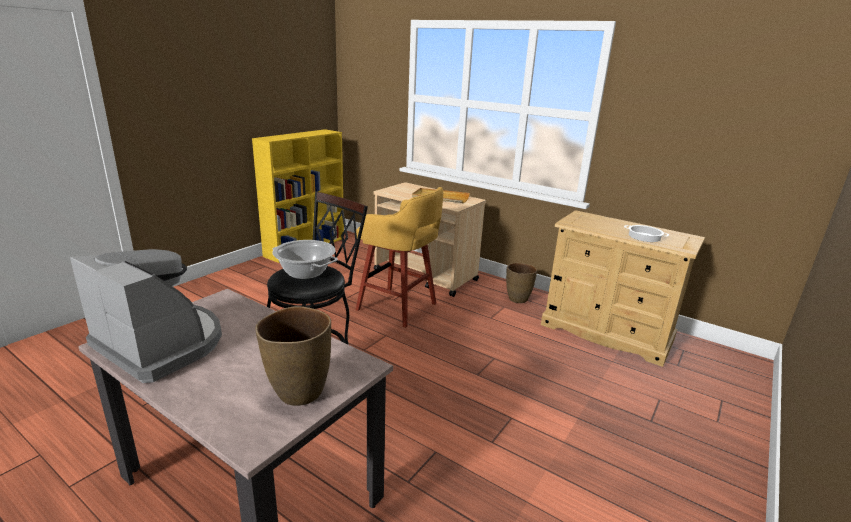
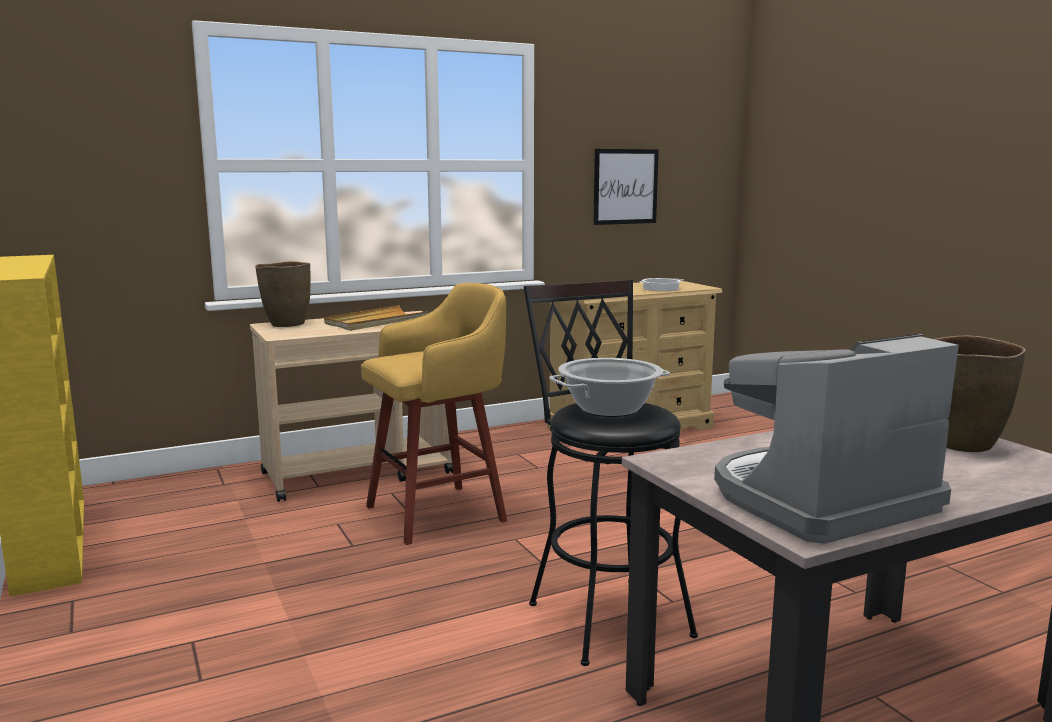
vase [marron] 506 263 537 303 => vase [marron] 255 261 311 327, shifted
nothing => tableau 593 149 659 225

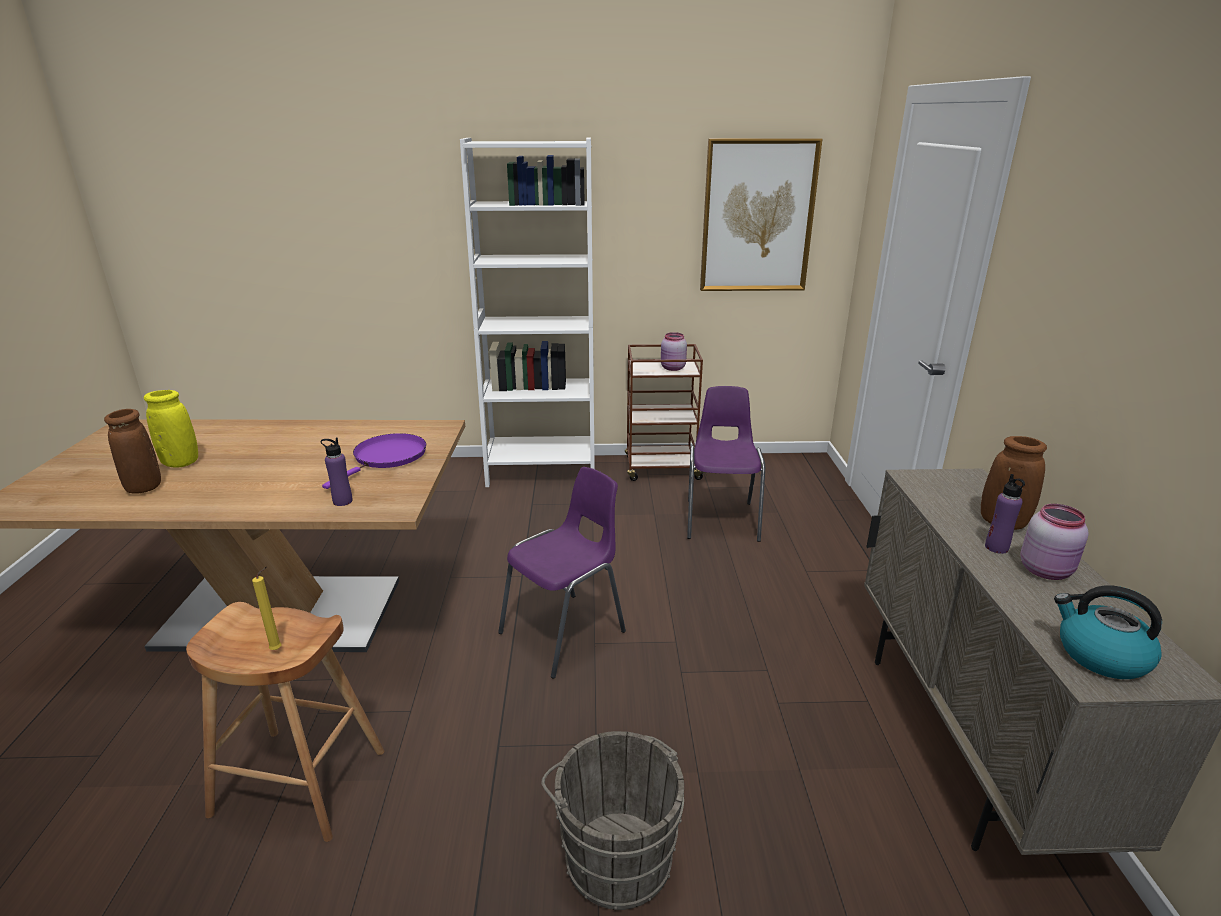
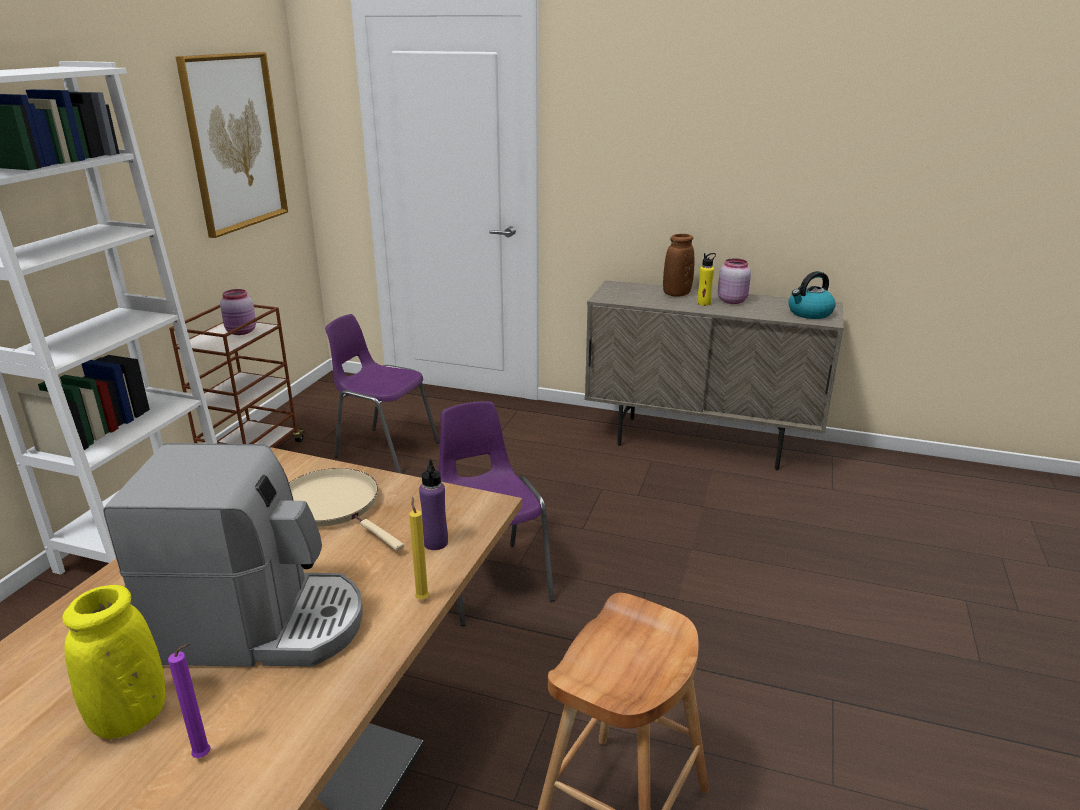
vase [marron] 104 409 161 494 => bougie [violet] 168 643 211 758
bougie [jaune] 252 567 282 650 => bougie [jaune] 409 496 429 600, shifted
poêle [violet] 322 433 426 489 => poêle [beige] 289 468 404 551
seau [gris] 541 731 684 910 => nothing
bouteille [violet] 985 474 1025 554 => bouteille [jaune] 697 253 716 306
nothing => machine à café 103 443 363 667

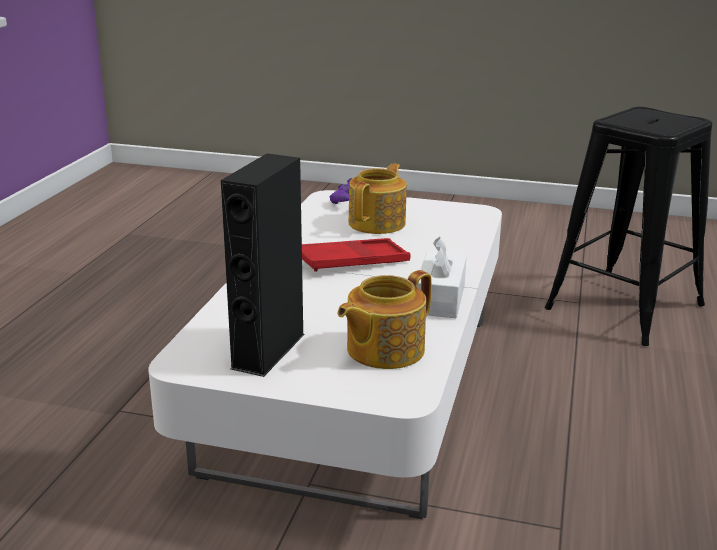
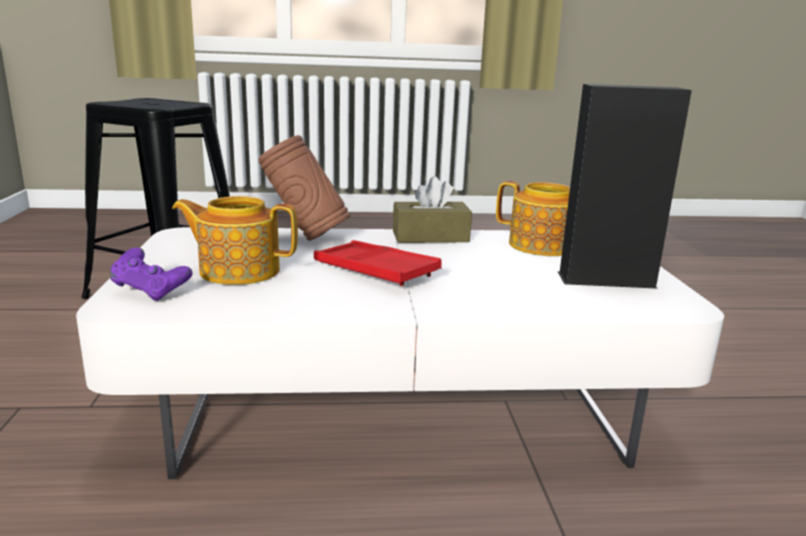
boîte à mouchoirs [blanc] 418 237 467 318 => boîte à mouchoirs [marron] 393 176 472 243
nothing => vase [marron] 258 135 351 241

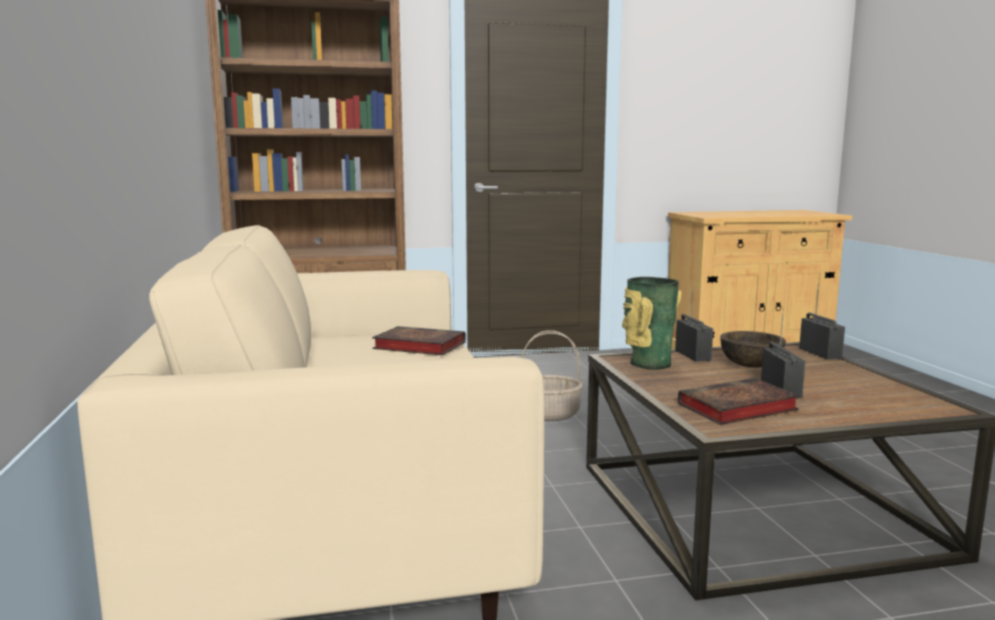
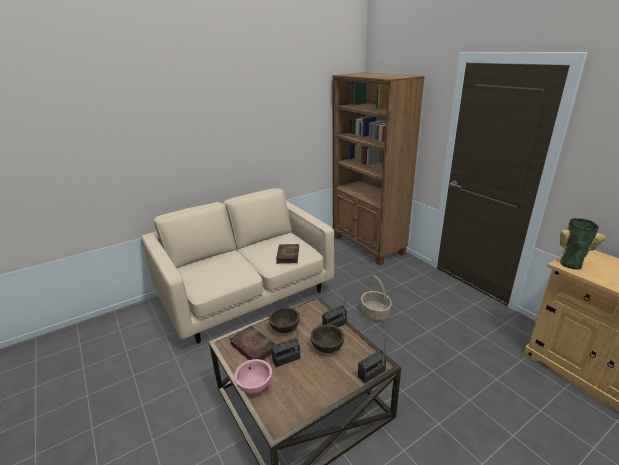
vase 622 277 682 370 => vase 560 218 606 269, shifted
nothing => bol [rose] 234 359 272 394
nothing => bol [marron] 268 307 300 333

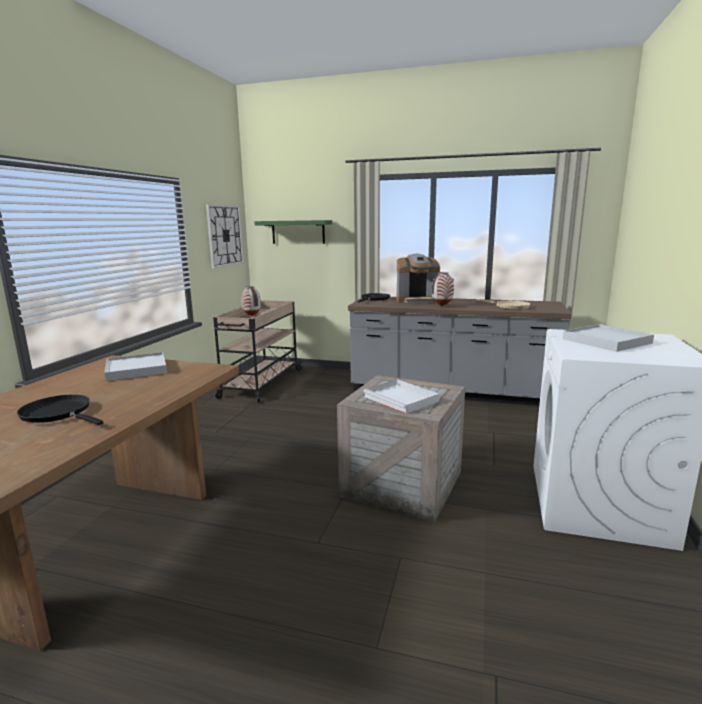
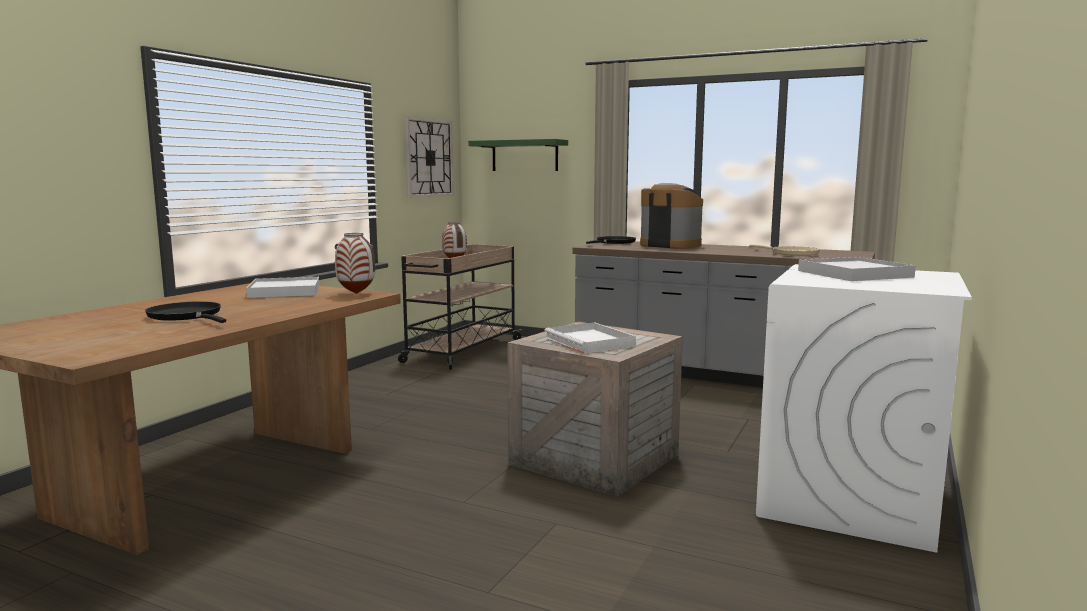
machine à café 396 254 440 303 => machine à café 640 183 703 249, 150 degrees counterclockwise
vase 432 272 454 306 => vase 335 233 375 294, shifted

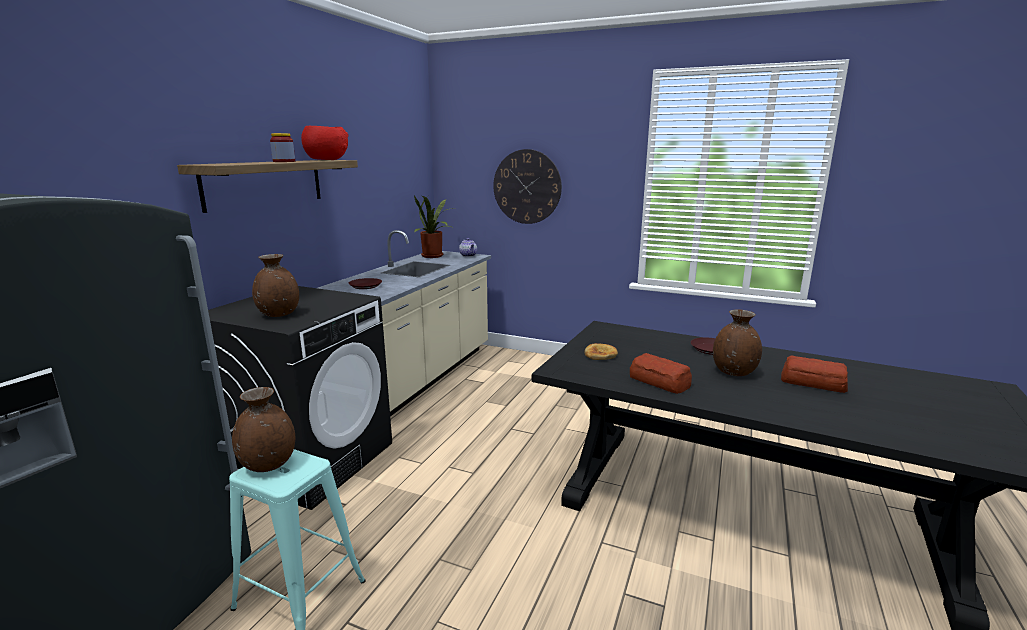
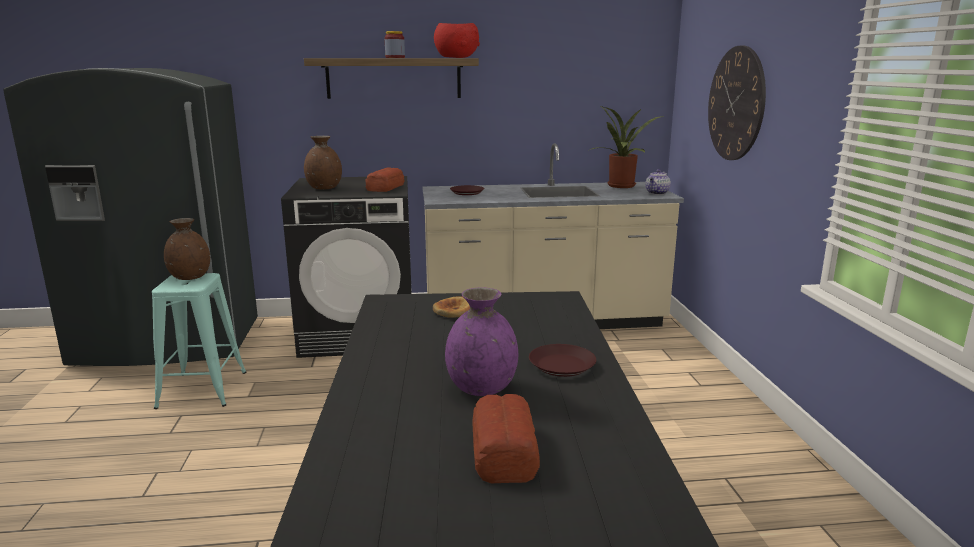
pain 630 353 692 394 => pain 366 168 405 192, shifted
vase [marron] 713 310 762 376 => vase [violet] 445 287 518 396

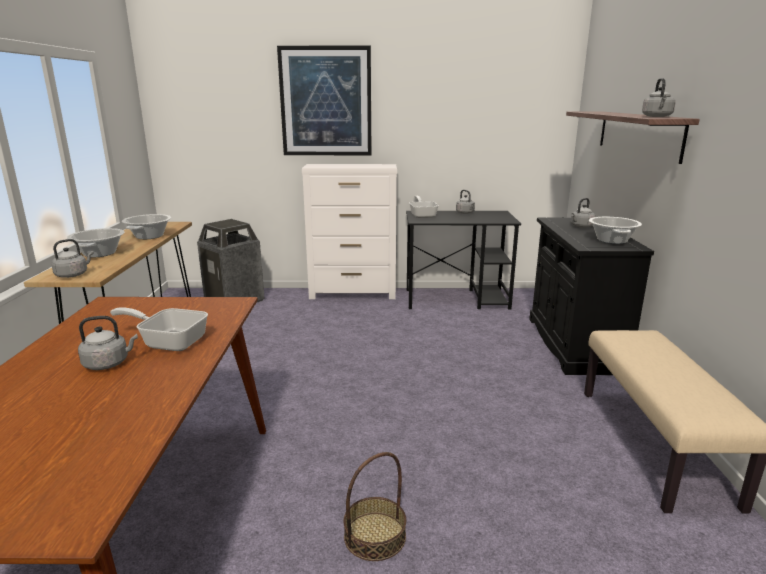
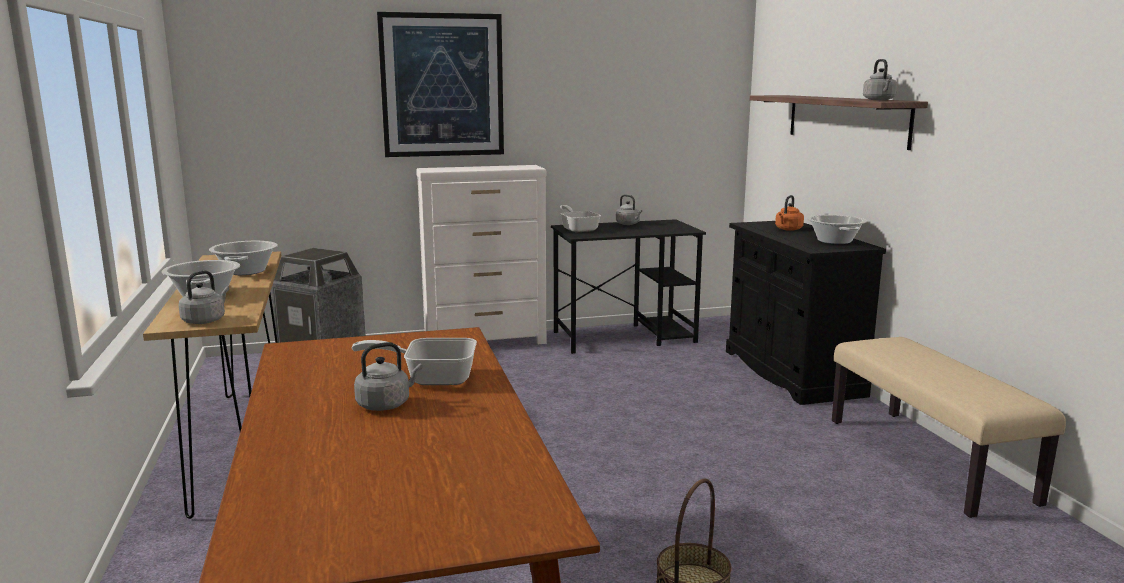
bouilloire [gris] 571 198 596 228 => bouilloire [orange] 775 195 804 231

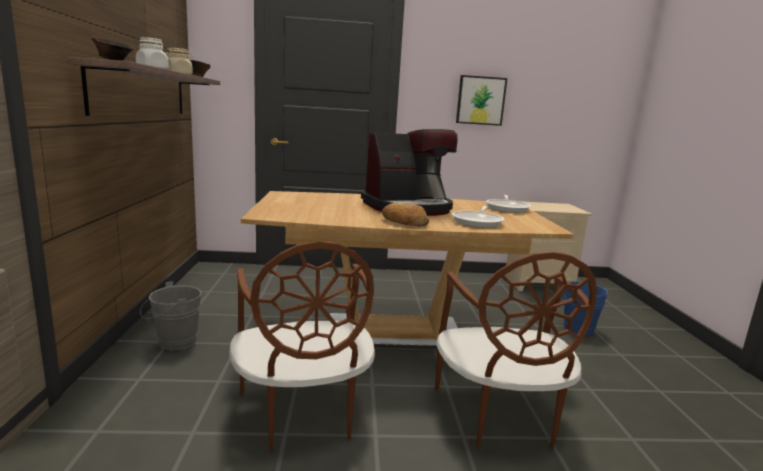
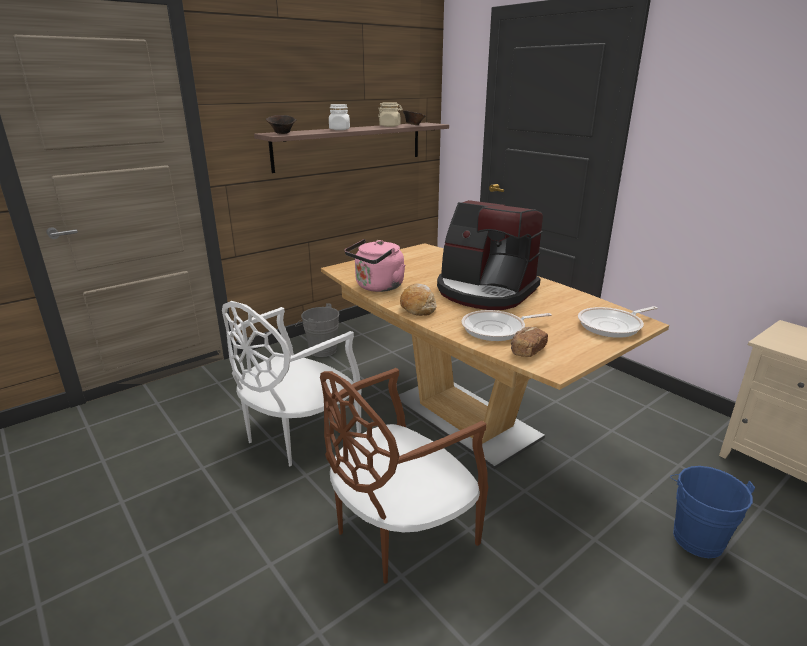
chaise [marron] 229 241 375 453 => chaise [blanc] 222 301 361 466
tableau 456 75 507 126 => nothing
nothing => bouilloire [rose] 345 239 405 292
nothing => pain 511 327 548 357

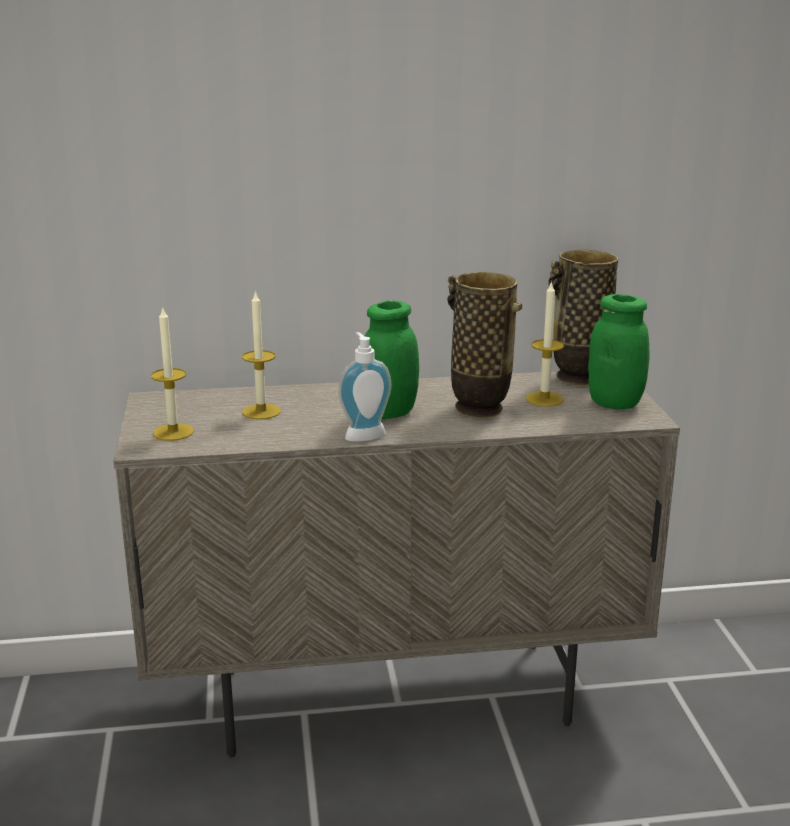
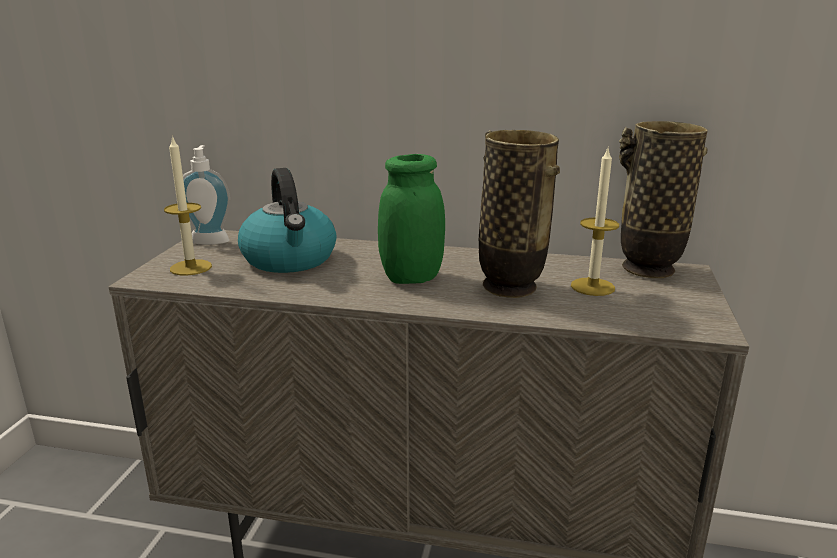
bougie 242 290 281 420 => bouilloire 238 168 336 273
distributeur de savon 338 332 391 442 => distributeur de savon 183 145 230 245, shifted
bocal [vert] 588 294 650 409 => nothing

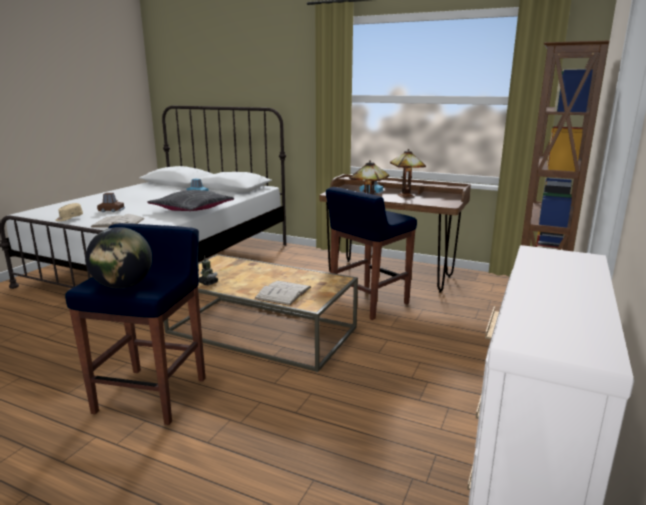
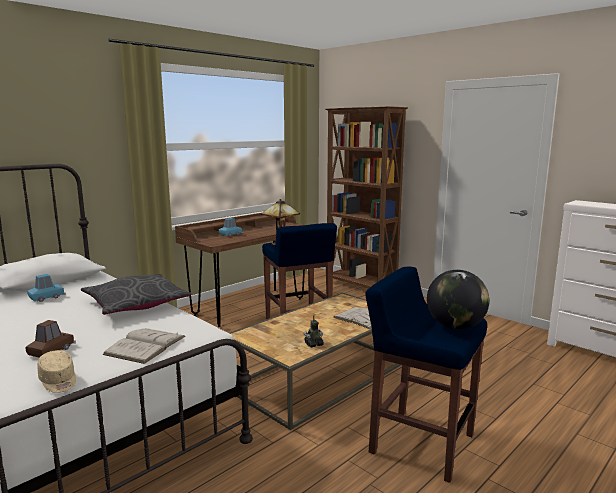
lampe de table 390 149 426 197 => nothing

